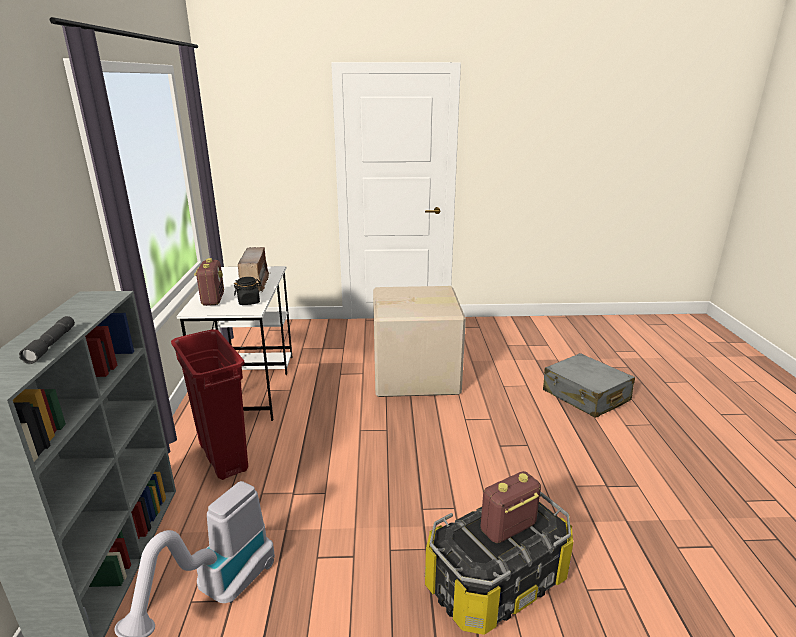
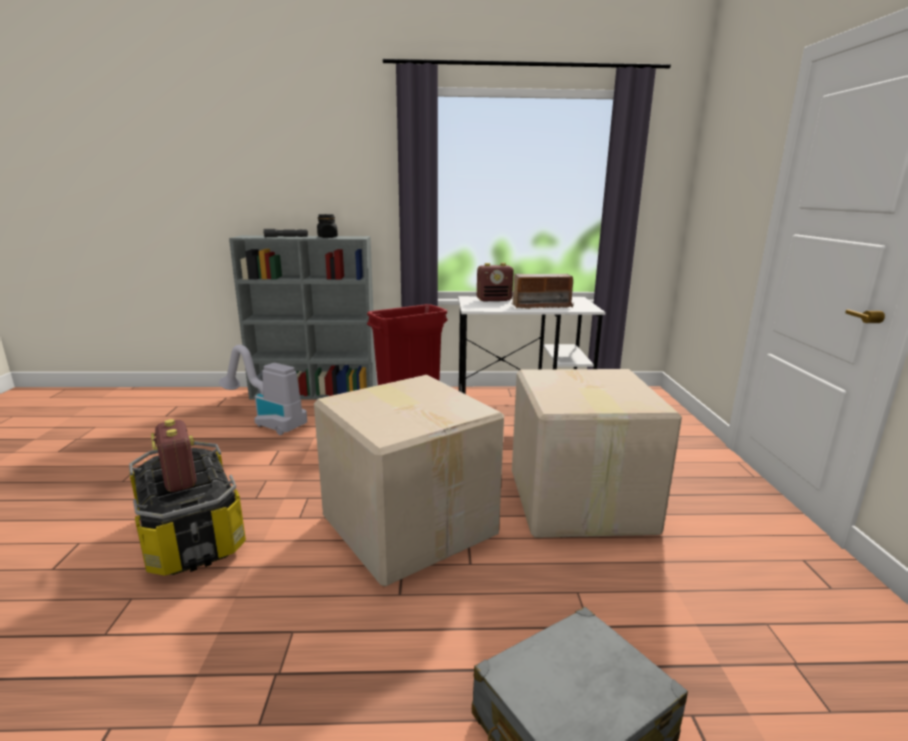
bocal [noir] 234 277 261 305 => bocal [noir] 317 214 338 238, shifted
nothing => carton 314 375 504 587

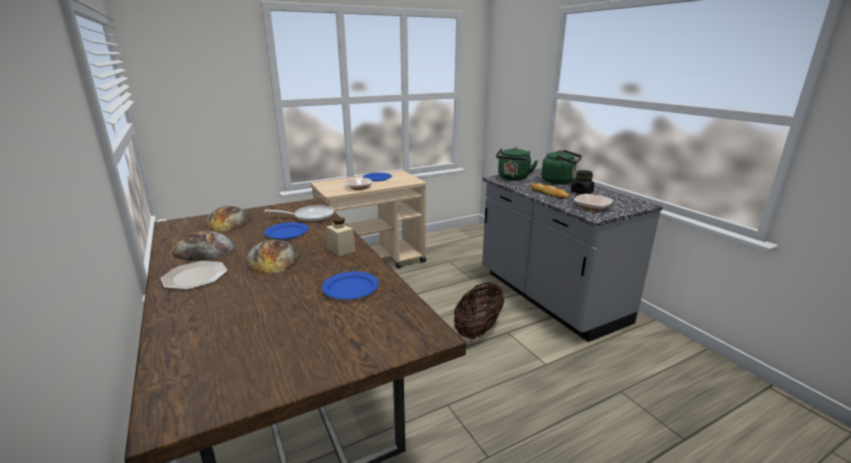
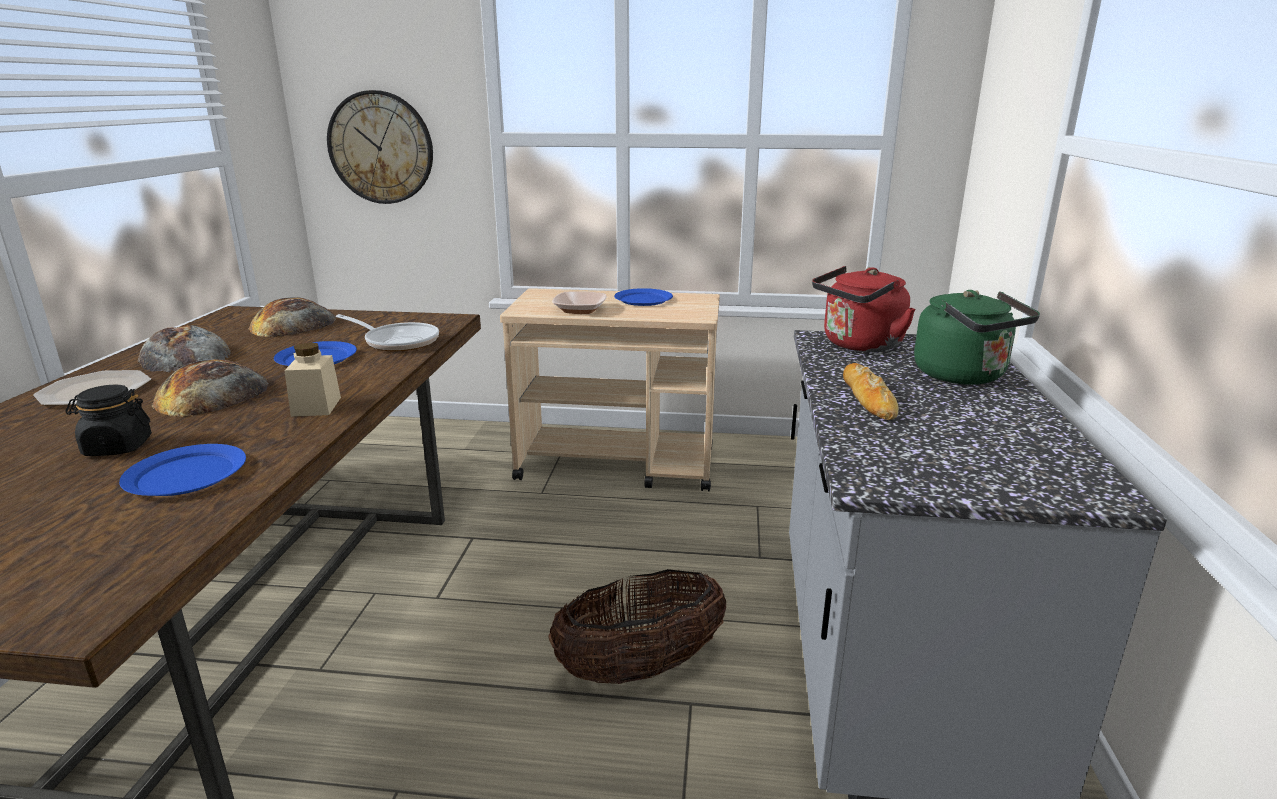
bouilloire [vert] 496 147 538 180 => bouilloire [rouge] 812 266 916 352
bocal [noir] 571 170 594 194 => bocal [noir] 65 385 152 456, shifted
bol 574 194 613 211 => nothing
nothing => horloge murale 327 90 433 204

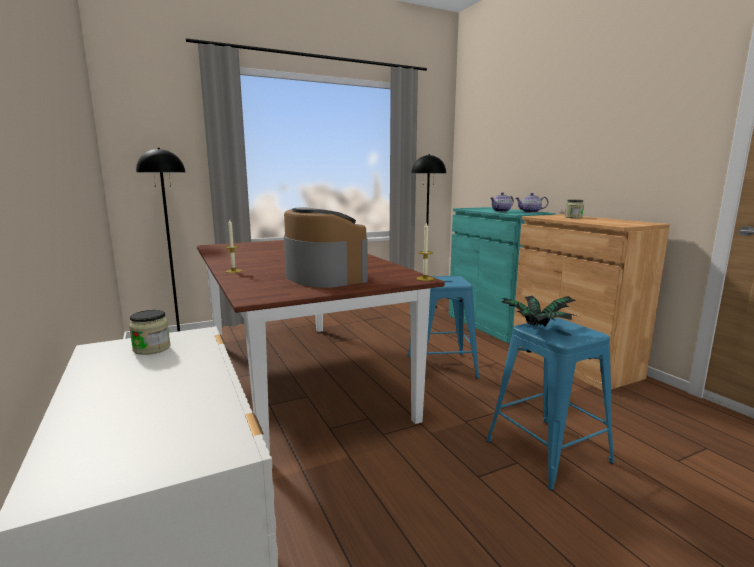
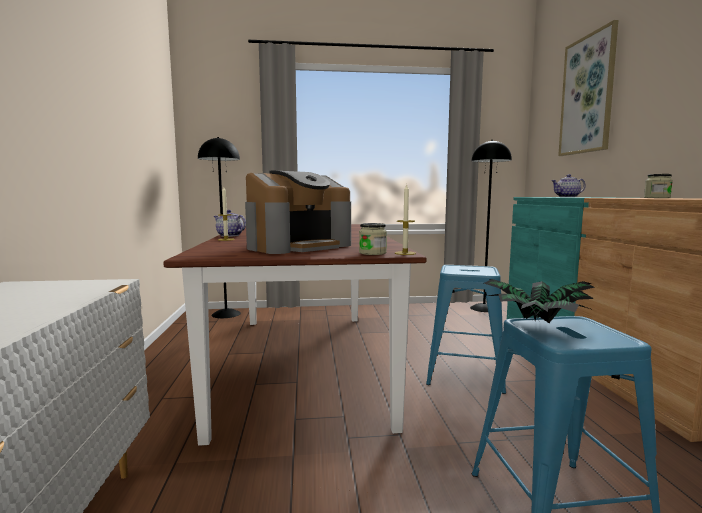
bocal 129 310 170 355 => bocal 359 223 387 255, shifted
machine à café 284 208 368 288 => machine à café 245 171 351 254, 60 degrees clockwise
théière 516 193 549 213 => théière 214 210 246 237, shifted
nothing => tableau 558 20 618 156

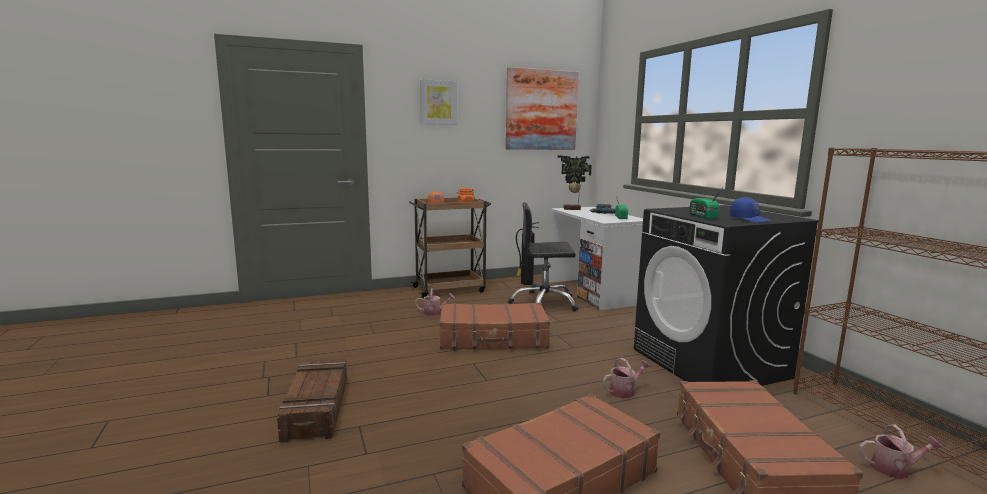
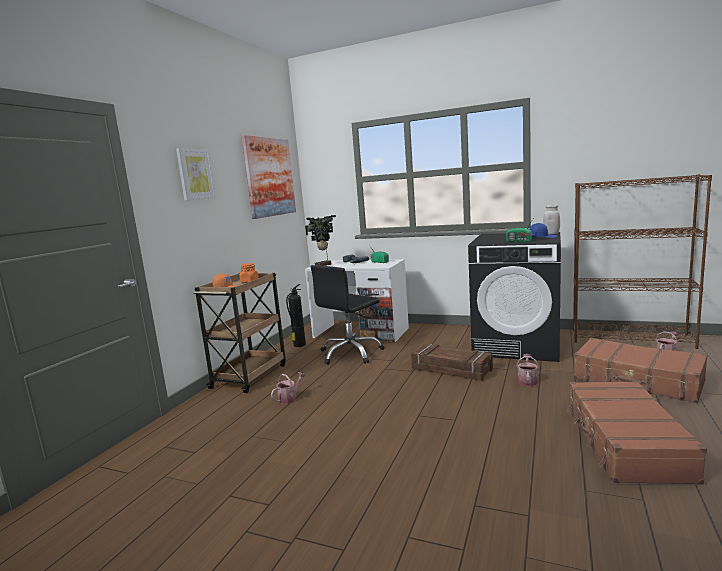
caisse 277 359 347 443 => caisse 411 344 493 381, shifted
valise [marron] 439 303 550 350 => nothing
nothing => bocal [blanc] 543 204 560 235

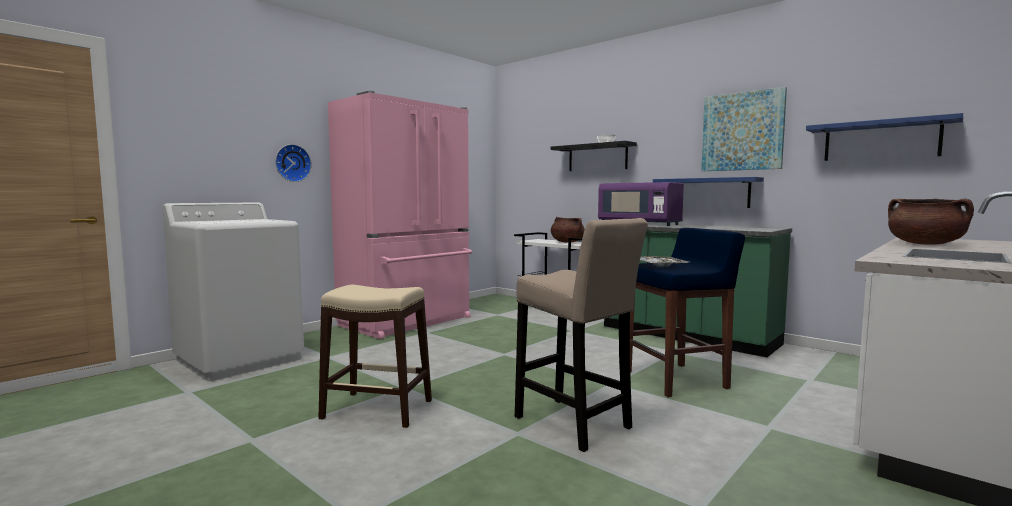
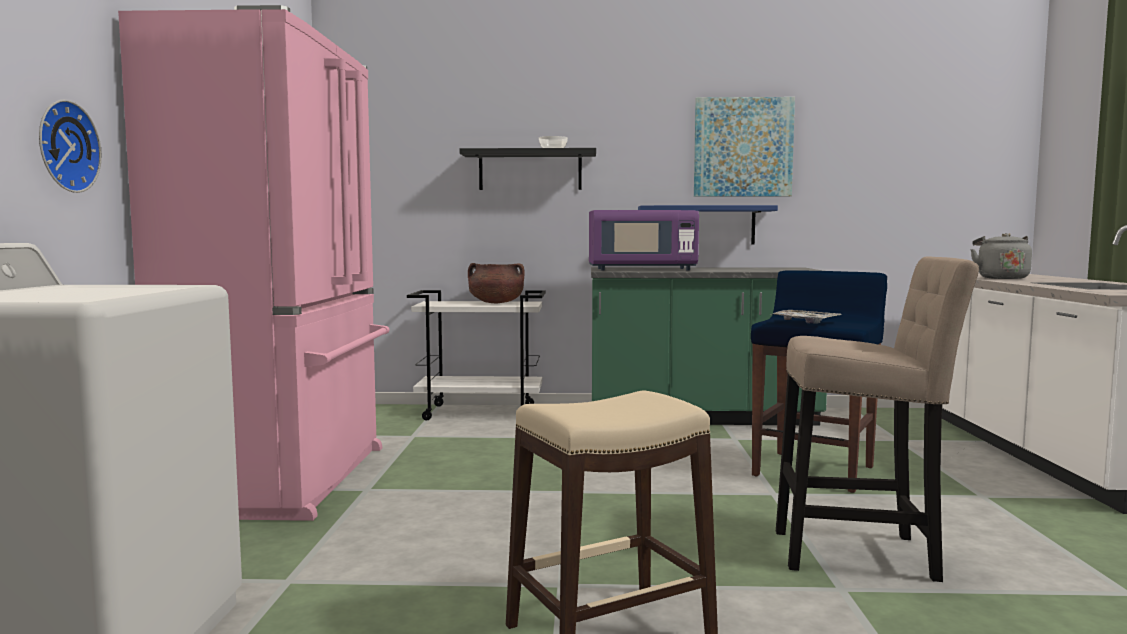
étagère [bleu] 806 113 963 161 => nothing
marmite [marron] 888 199 974 245 => bouilloire [gris] 970 233 1032 279

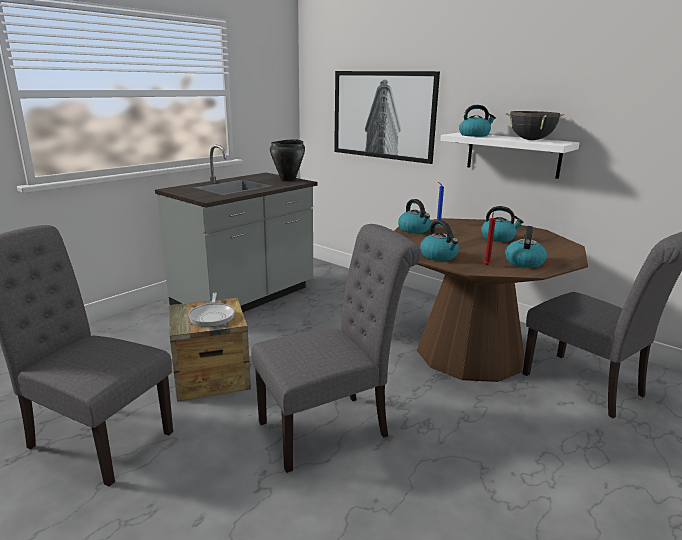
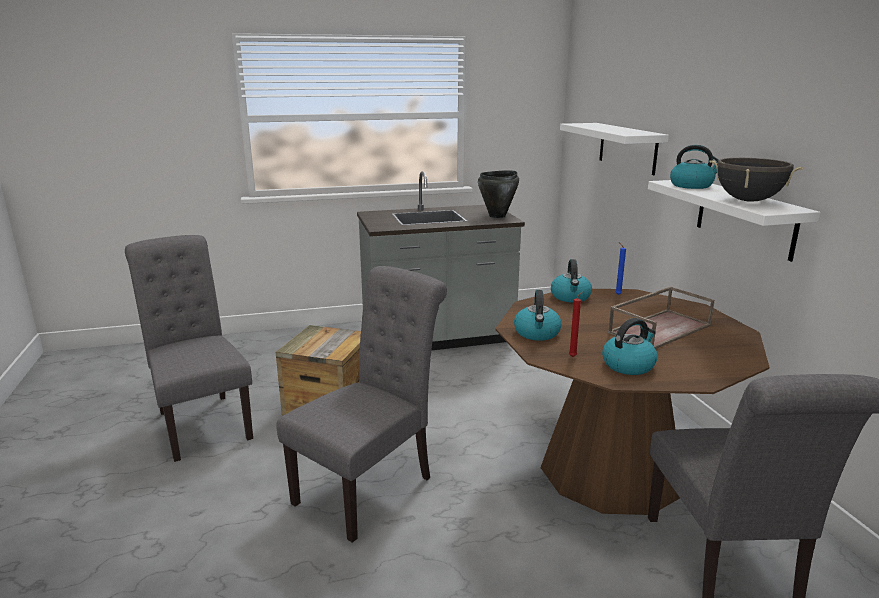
poêle 188 293 235 327 => nothing
chaise [gris] 251 224 421 473 => chaise [gris] 276 266 447 543, 60 degrees counterclockwise
tableau 334 71 440 164 => étagère [blanc] 560 123 669 175
bouilloire 481 206 523 242 => plateau [marron] 608 287 715 349

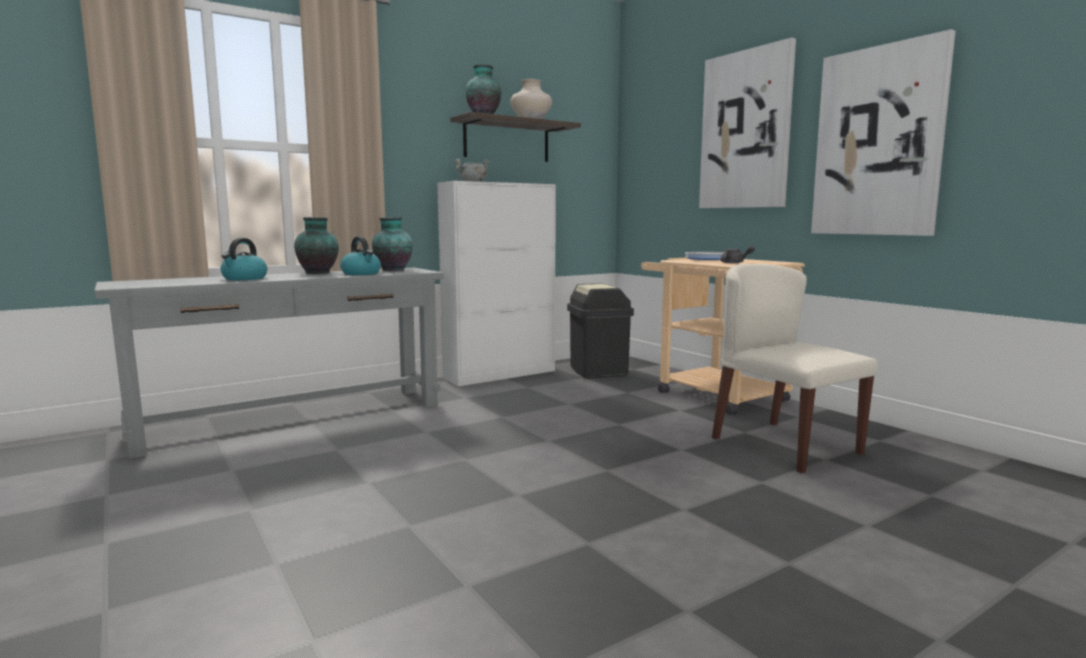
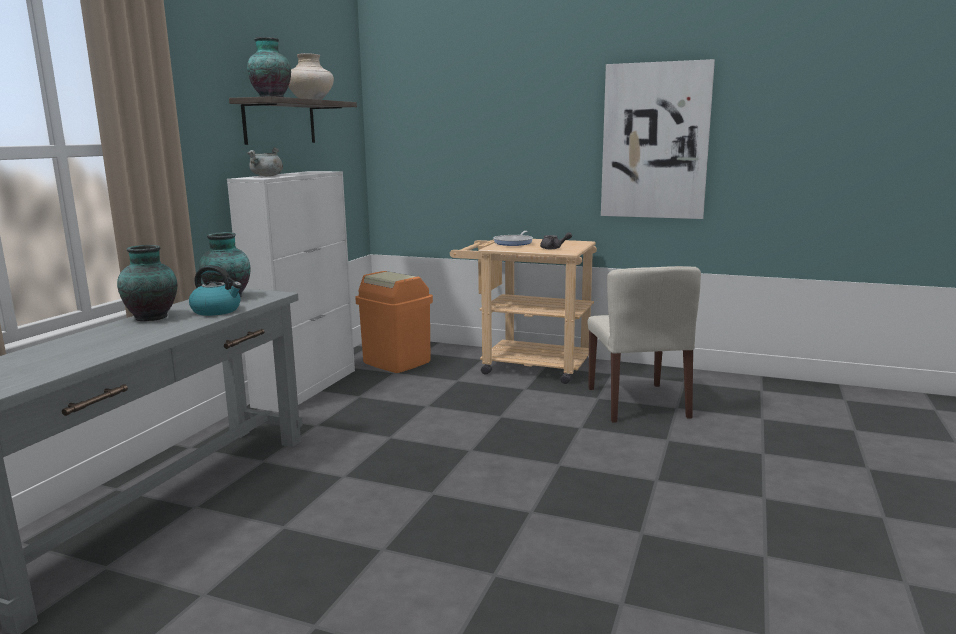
bouilloire 221 238 267 280 => nothing
poubelle [noir] 567 283 634 378 => poubelle [orange] 355 271 433 373
tableau 699 38 796 208 => nothing
chaise [beige] 712 264 878 473 => chaise [beige] 588 266 701 423, 120 degrees counterclockwise

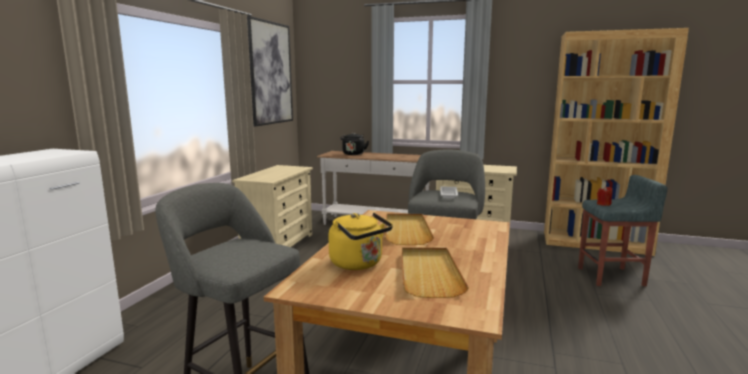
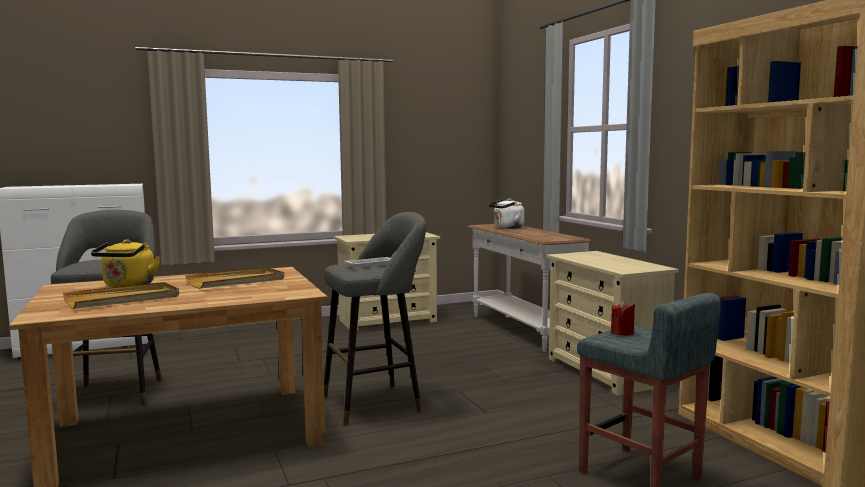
tableau 247 16 293 127 => nothing
bouilloire [noir] 340 133 369 155 => bouilloire [blanc] 489 199 524 229

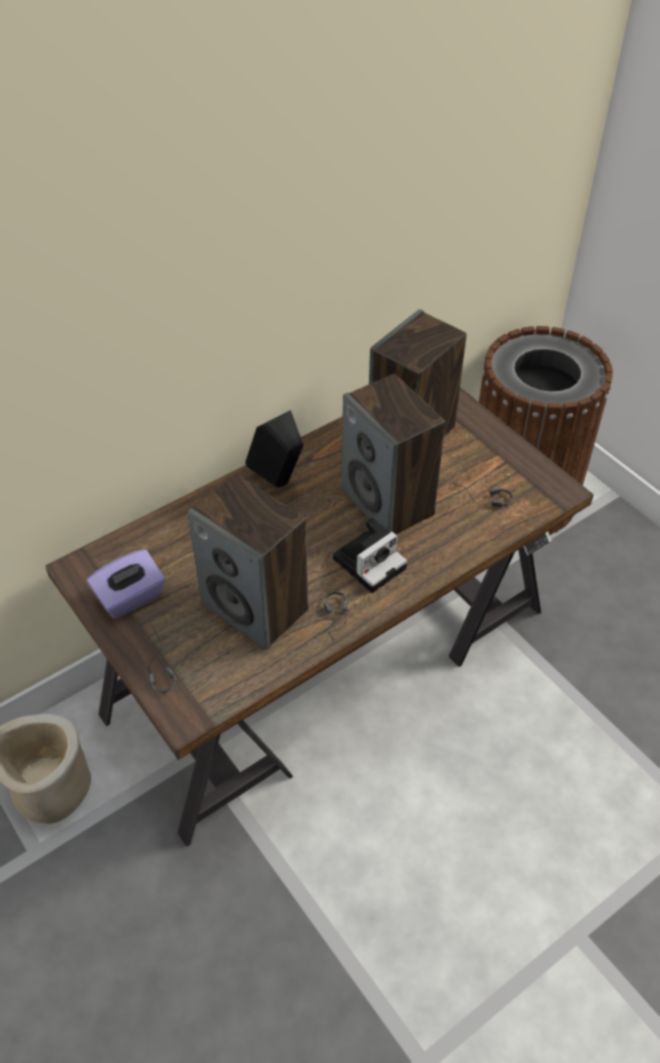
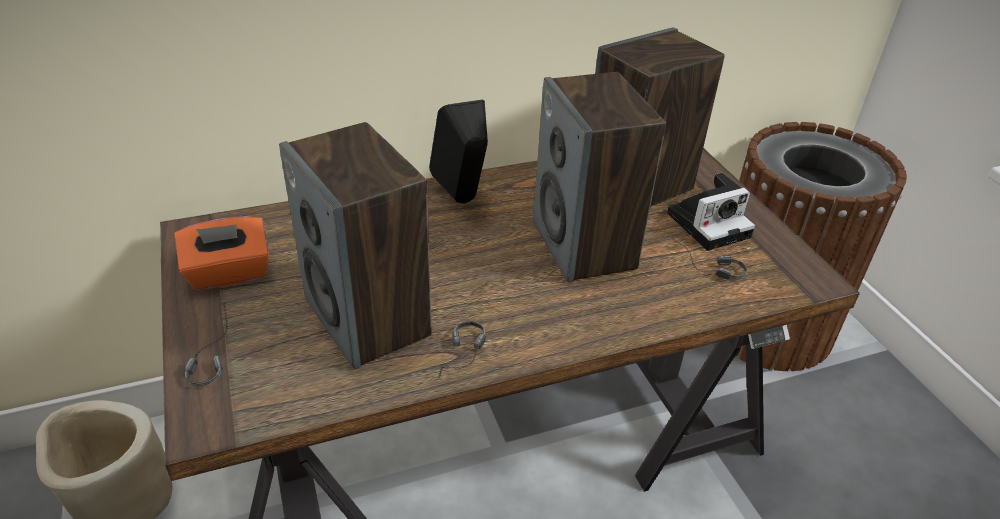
boîte à mouchoirs [violet] 87 549 166 619 => boîte à mouchoirs [orange] 174 216 269 290
appareil photo 333 517 407 593 => appareil photo 667 173 755 251, shifted

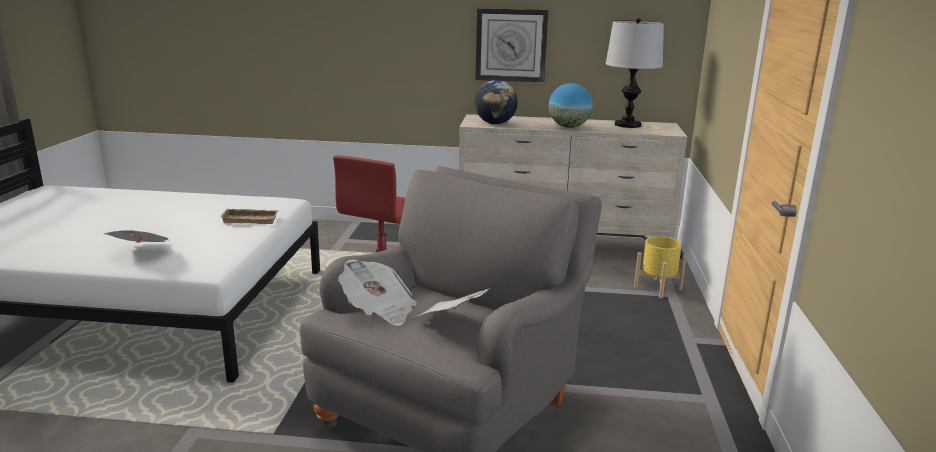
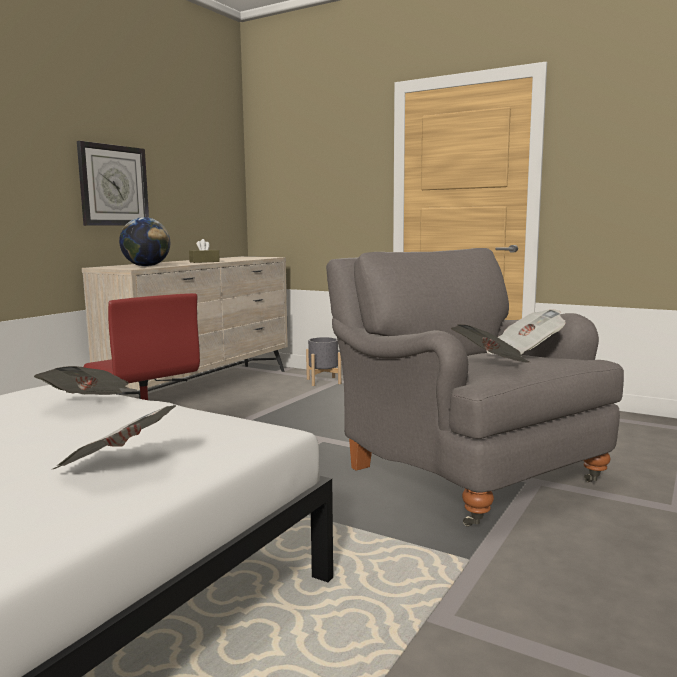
plateau [beige] 219 208 279 224 => journal 34 366 129 395
globe 549 83 593 128 => boîte à mouchoirs [marron] 189 239 220 263
lampe de table 606 18 664 128 => nothing
cache-pot [jaune] 634 236 687 298 => cache-pot [gris] 306 337 341 386

